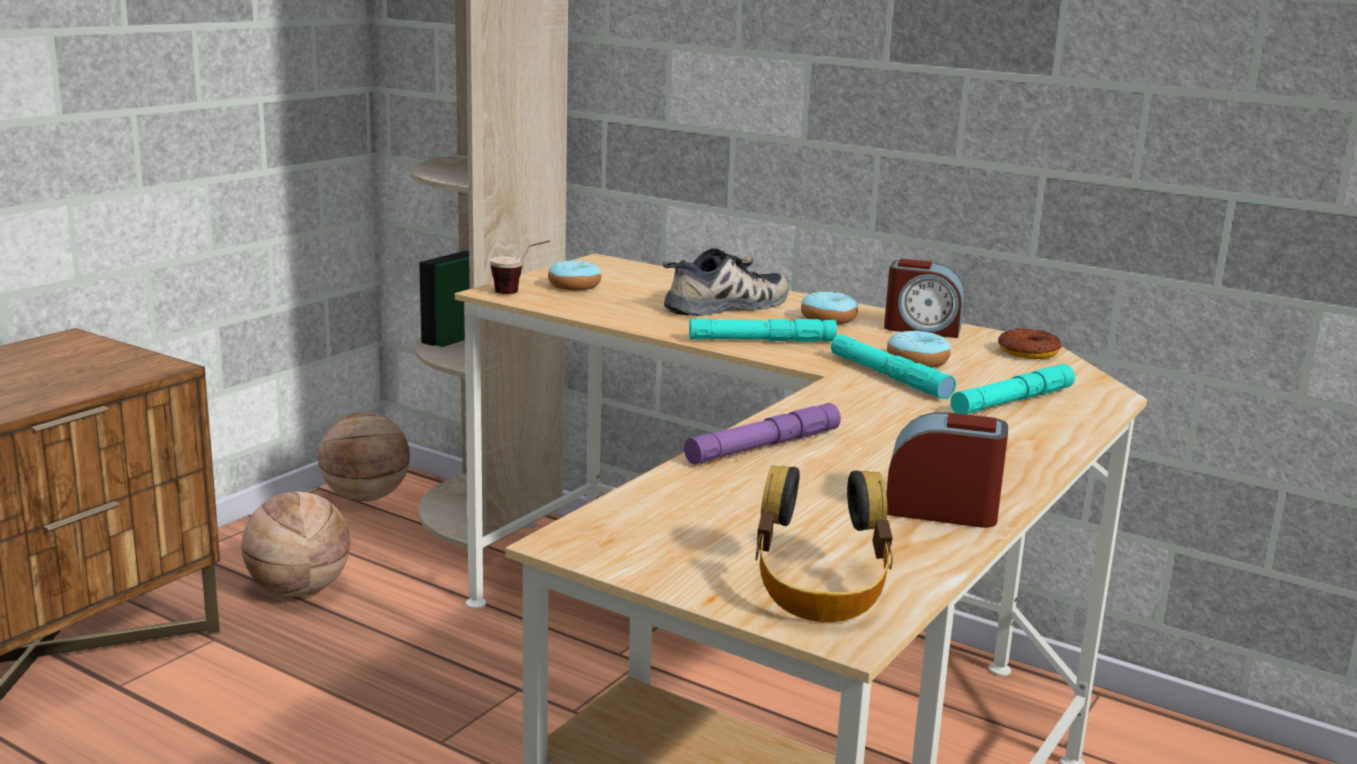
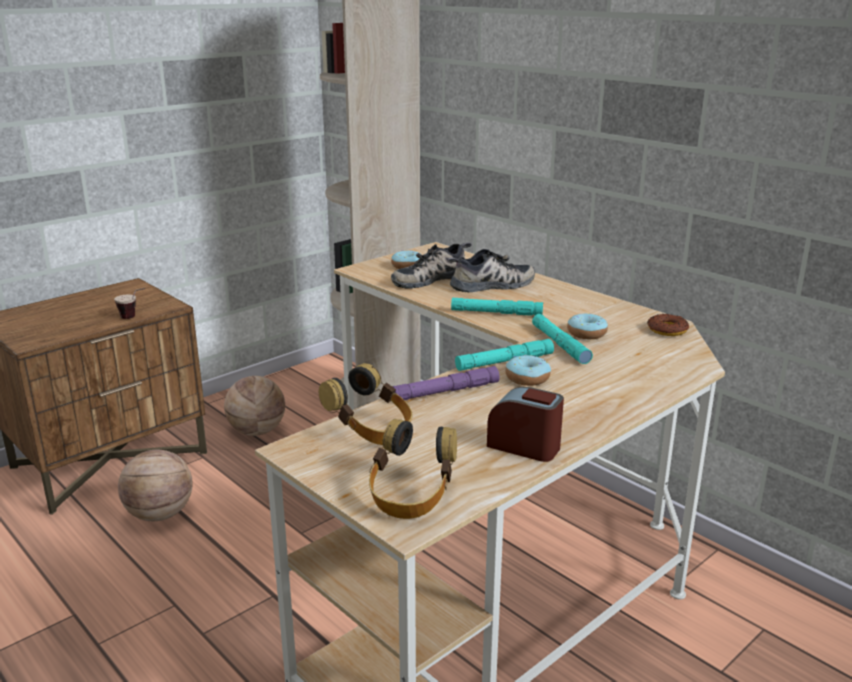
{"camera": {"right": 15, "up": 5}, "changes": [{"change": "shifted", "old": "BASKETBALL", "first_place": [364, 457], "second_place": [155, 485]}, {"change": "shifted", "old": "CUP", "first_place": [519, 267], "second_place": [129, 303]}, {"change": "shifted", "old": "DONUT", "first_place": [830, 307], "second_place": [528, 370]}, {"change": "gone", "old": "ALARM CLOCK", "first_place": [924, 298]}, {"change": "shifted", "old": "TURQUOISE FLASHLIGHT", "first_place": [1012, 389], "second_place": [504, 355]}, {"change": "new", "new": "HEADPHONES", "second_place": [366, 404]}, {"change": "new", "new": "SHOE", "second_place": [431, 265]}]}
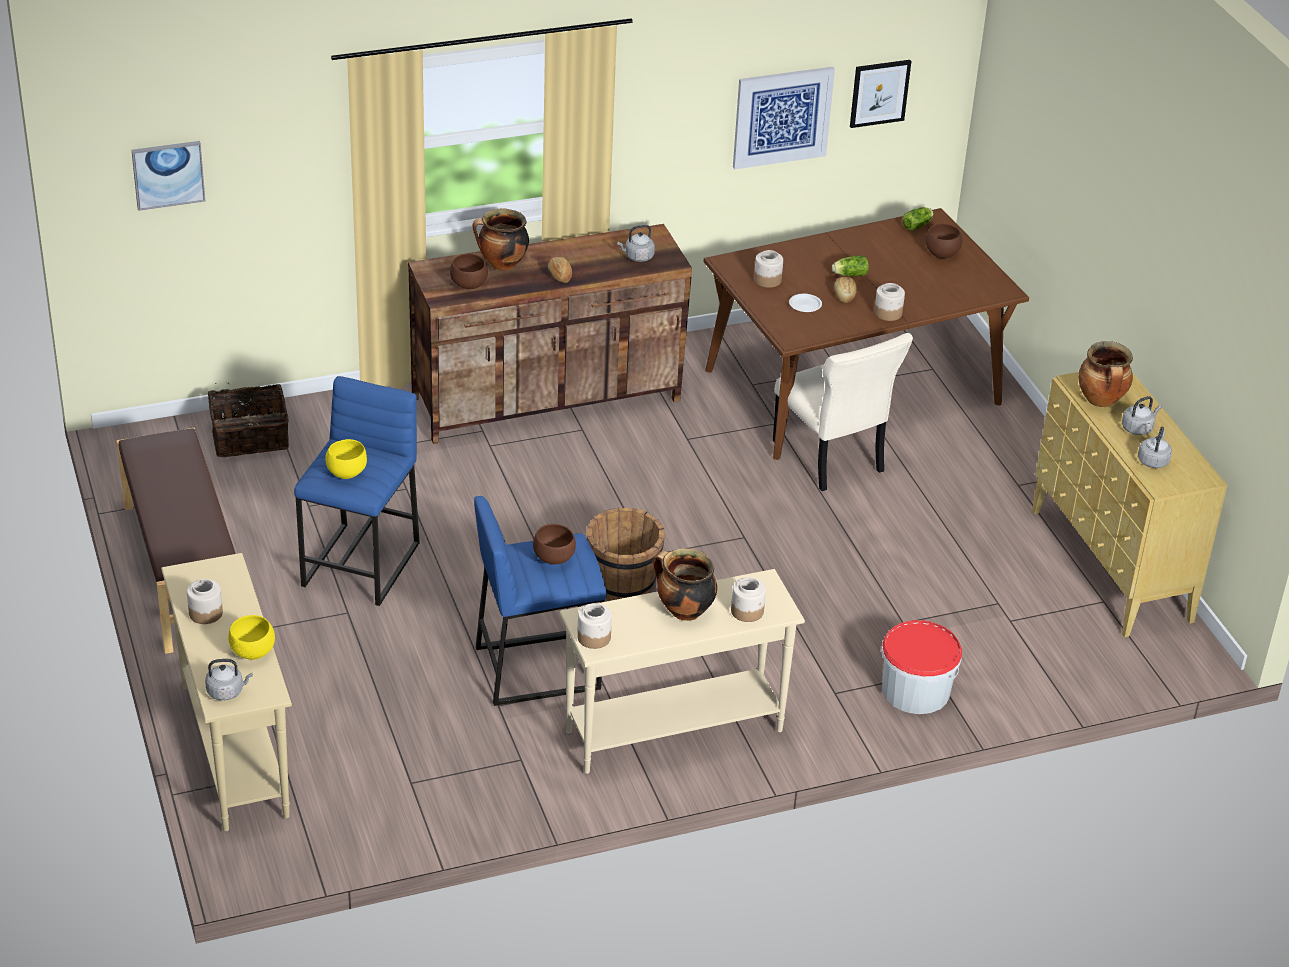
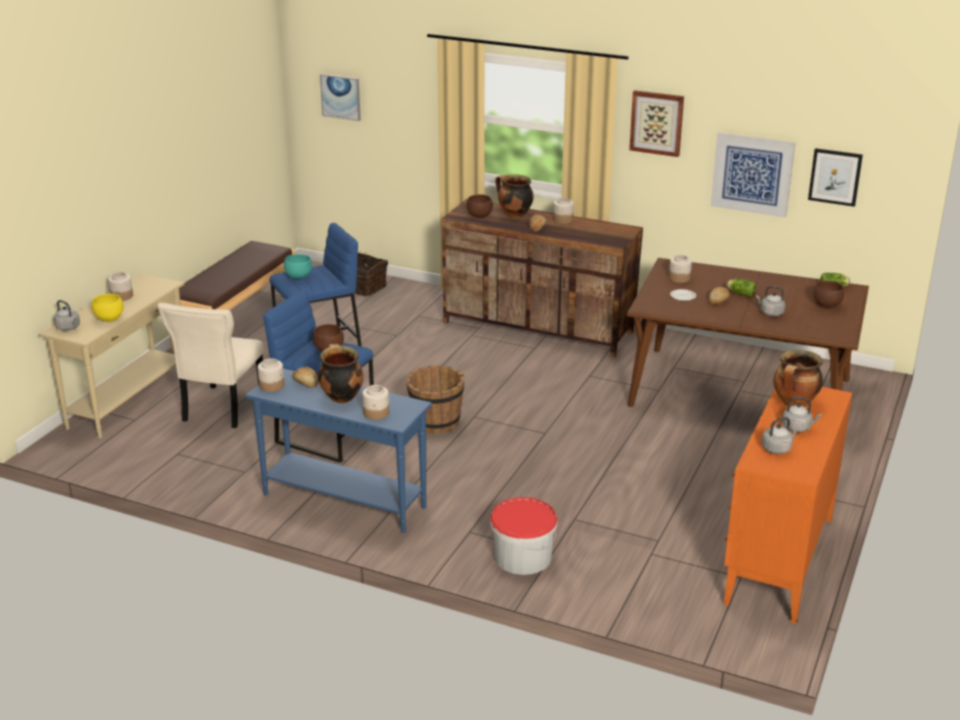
{"camera": {"right": 45, "up": -10}, "changes": [{"change": "repainted", "old": "YELLOW BOWL", "new": "TURQUOISE BOWL", "first_place": [346, 459], "second_place": [298, 266]}, {"change": "repainted", "old": "BEIGE CONSOLE TABLE", "new": "BLUE CONSOLE TABLE", "first_place": [682, 671], "second_place": [338, 451]}, {"change": "shifted", "old": "GREY KETTLE", "first_place": [636, 243], "second_place": [770, 301]}, {"change": "shifted", "old": "BEIGE CHAIR", "first_place": [843, 412], "second_place": [211, 365]}, {"change": "shifted", "old": "JAR", "first_place": [889, 302], "second_place": [563, 211]}, {"change": "repainted", "old": "BEIGE DRESSER", "new": "ORANGE DRESSER", "first_place": [1129, 504], "second_place": [788, 505]}, {"change": "new", "new": "BREAD", "second_place": [305, 377]}, {"change": "new", "new": "PICTURE", "second_place": [656, 123]}]}
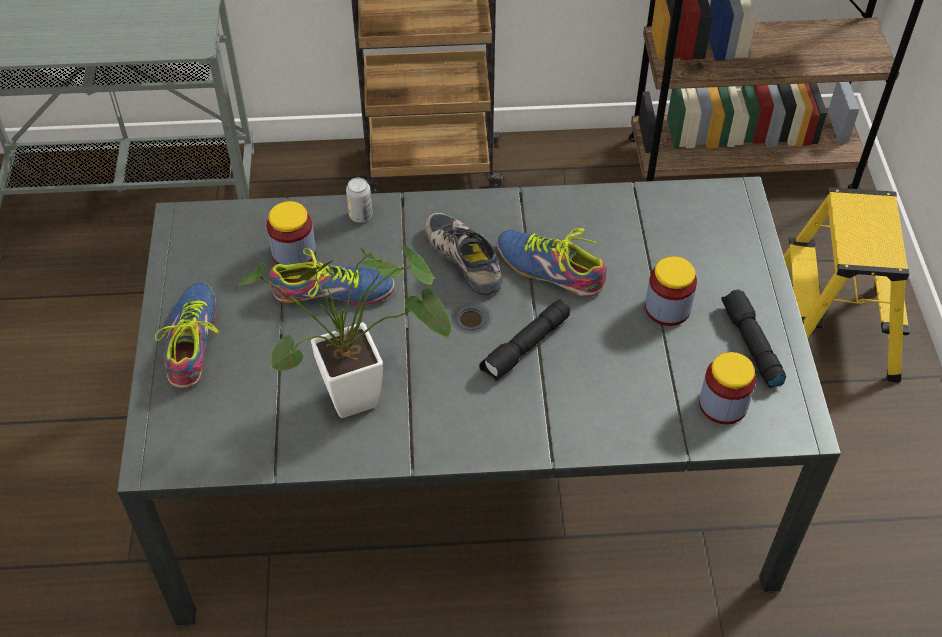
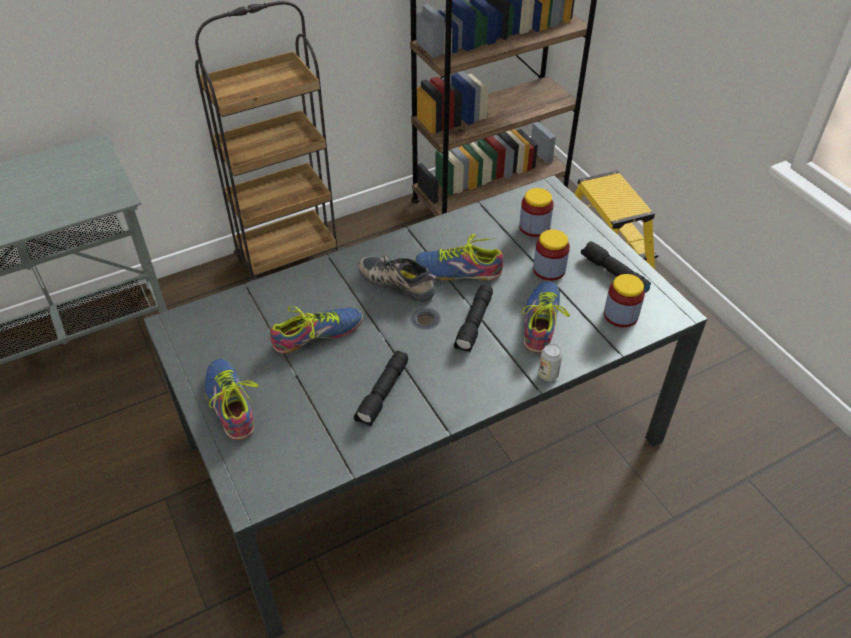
{"camera": {"right": -25, "up": -5}, "changes": [{"change": "swapped", "old": "POTTED PLANT", "new": "BLACK FLASHLIGHT", "first_place": [342, 332], "second_place": [381, 389]}, {"change": "shifted", "old": "JAR", "first_place": [291, 233], "second_place": [536, 212]}, {"change": "shifted", "old": "CAN", "first_place": [359, 200], "second_place": [550, 362]}, {"change": "new", "new": "SHOE", "second_place": [546, 317]}]}
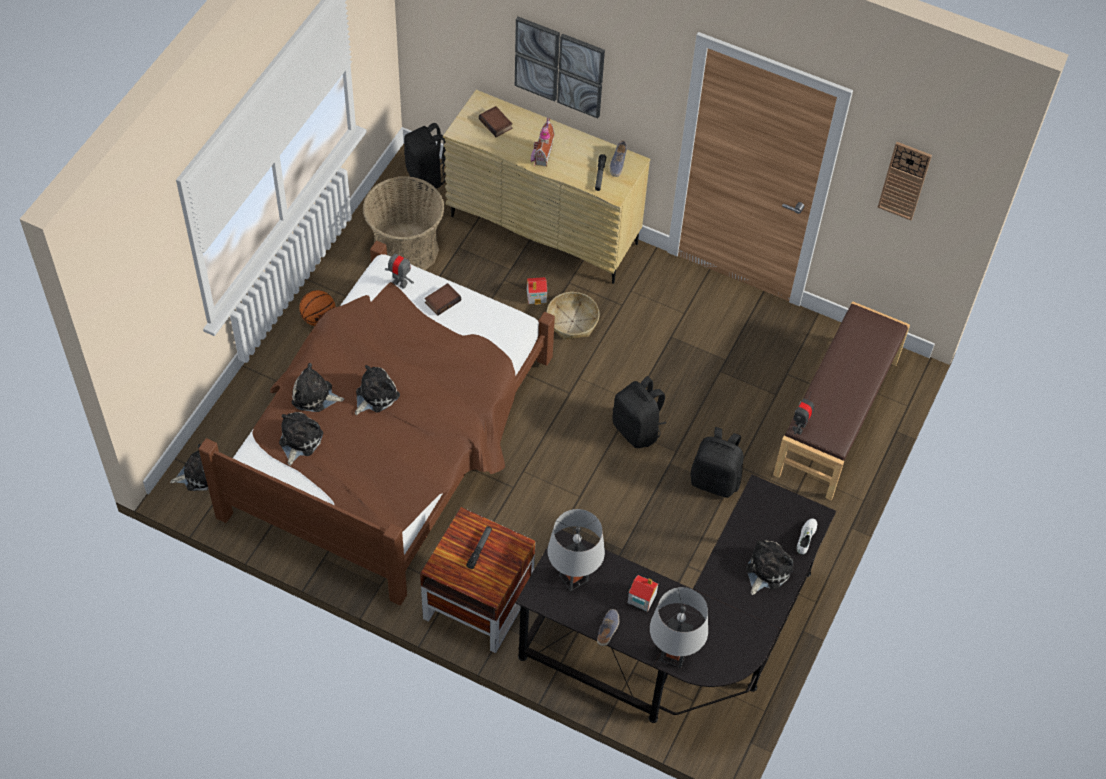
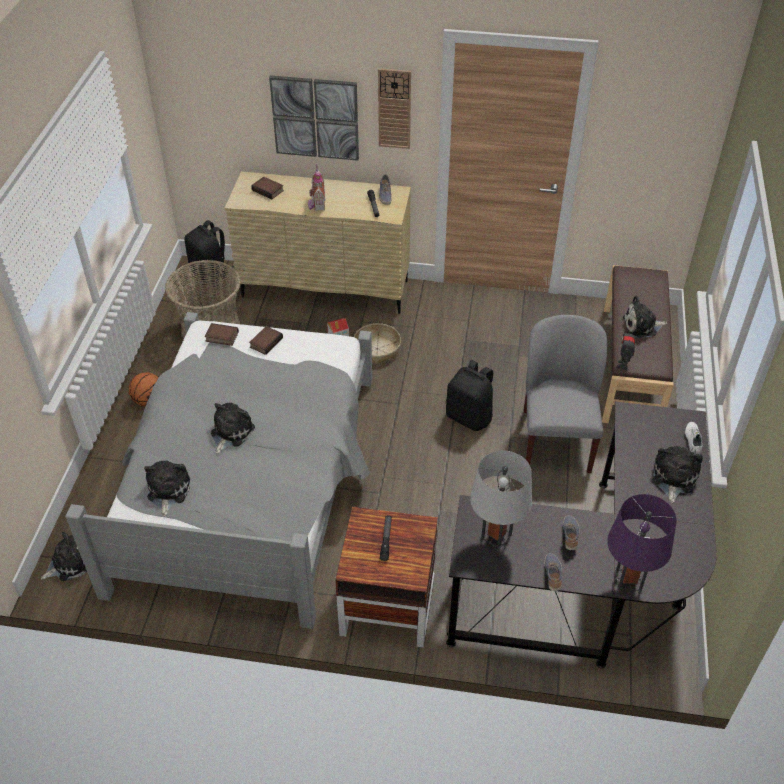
{"camera": {"right": -15, "up": -10}, "changes": [{"change": "repainted", "old": "BROWN BED", "new": "GREY BED", "first_place": [376, 423], "second_place": [218, 470]}, {"change": "shifted", "old": "PLUSH TOY", "first_place": [318, 387], "second_place": [645, 316]}, {"change": "swapped", "old": "TOY ROBOT", "new": "BOOK", "first_place": [399, 269], "second_place": [222, 334]}, {"change": "swapped", "old": "TOY HOUSE", "new": "SHOE", "first_place": [643, 593], "second_place": [571, 532]}, {"change": "repainted", "old": "GREY TABLE LAMP", "new": "PURPLE TABLE LAMP", "first_place": [679, 627], "second_place": [642, 542]}, {"change": "swapped", "old": "BLACK BACKPACK", "new": "GREY CHAIR", "first_place": [717, 462], "second_place": [565, 394]}, {"change": "shifted", "old": "WALL CLOCK", "first_place": [905, 181], "second_place": [394, 108]}]}
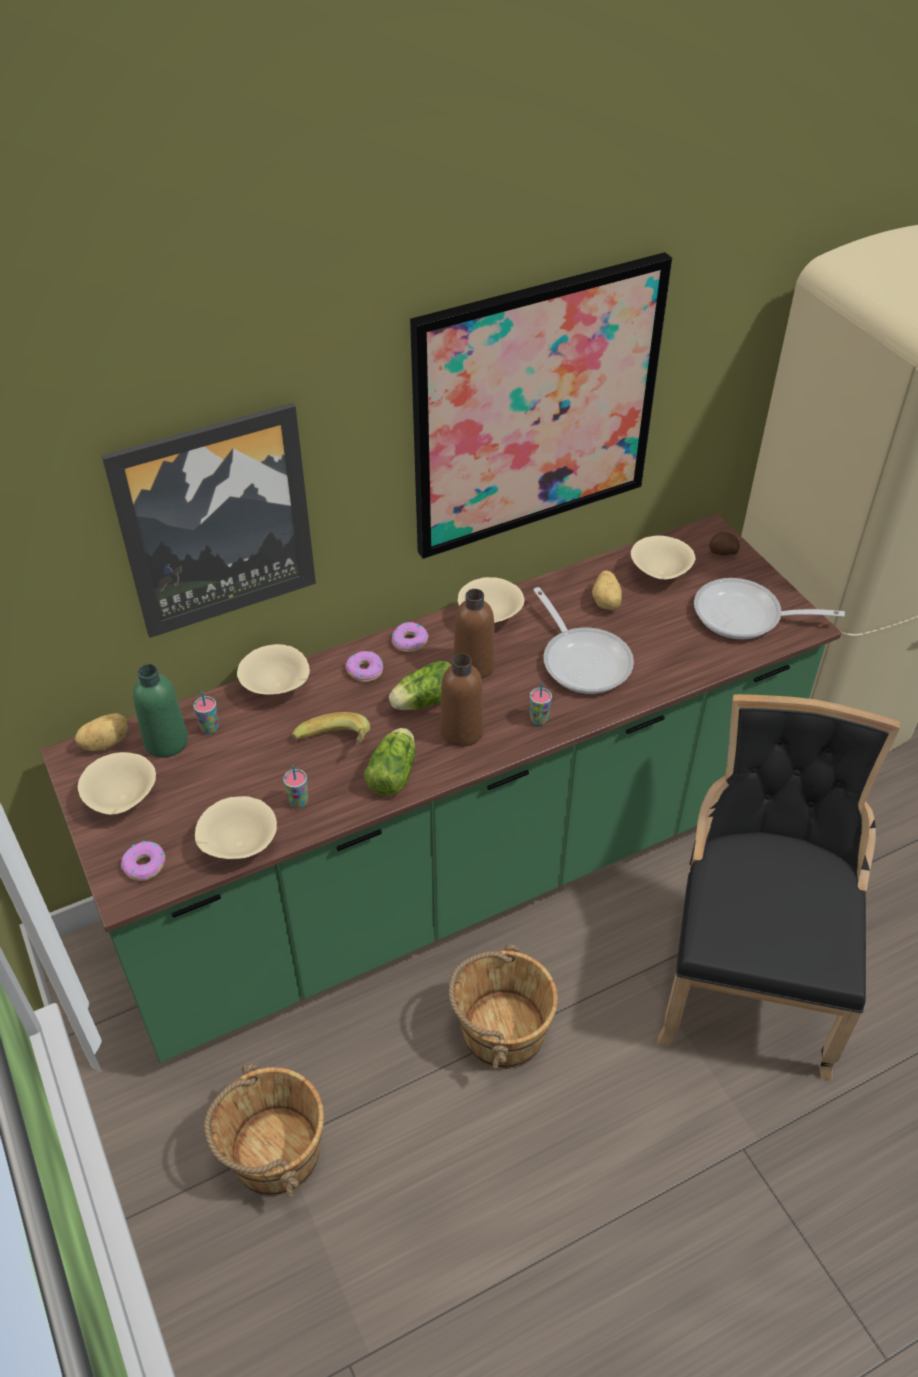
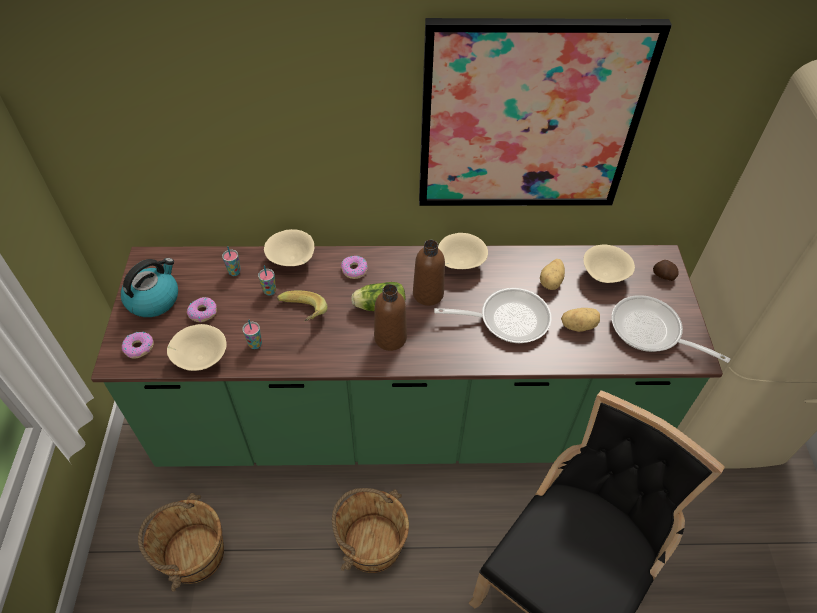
{"camera": {"right": 25, "up": 5}, "changes": [{"change": "shifted", "old": "POTATO", "first_place": [101, 732], "second_place": [580, 320]}, {"change": "swapped", "old": "BEIGE BOWL", "new": "KETTLE", "first_place": [117, 783], "second_place": [149, 287]}, {"change": "gone", "old": "PICTURE", "first_place": [209, 520]}, {"change": "gone", "old": "GREEN BOTTLE", "first_place": [160, 711]}, {"change": "gone", "old": "LETTUCE", "first_place": [390, 762]}, {"change": "shifted", "old": "DONUT", "first_place": [410, 637], "second_place": [202, 309]}, {"change": "shifted", "old": "CUP", "first_place": [541, 704], "second_place": [267, 280]}, {"change": "rotated", "old": "FRYING PAN", "first_place": [583, 640], "second_place": [493, 315], "degrees": -90}]}
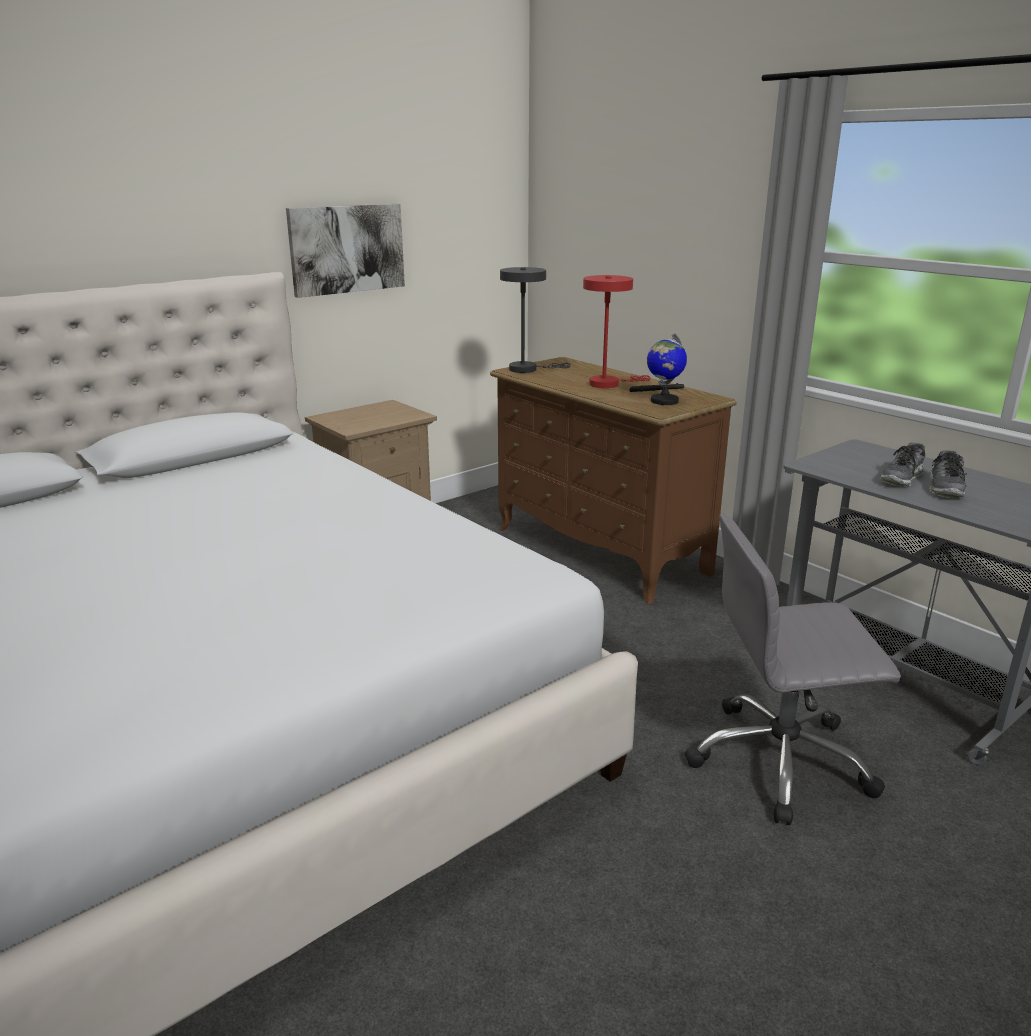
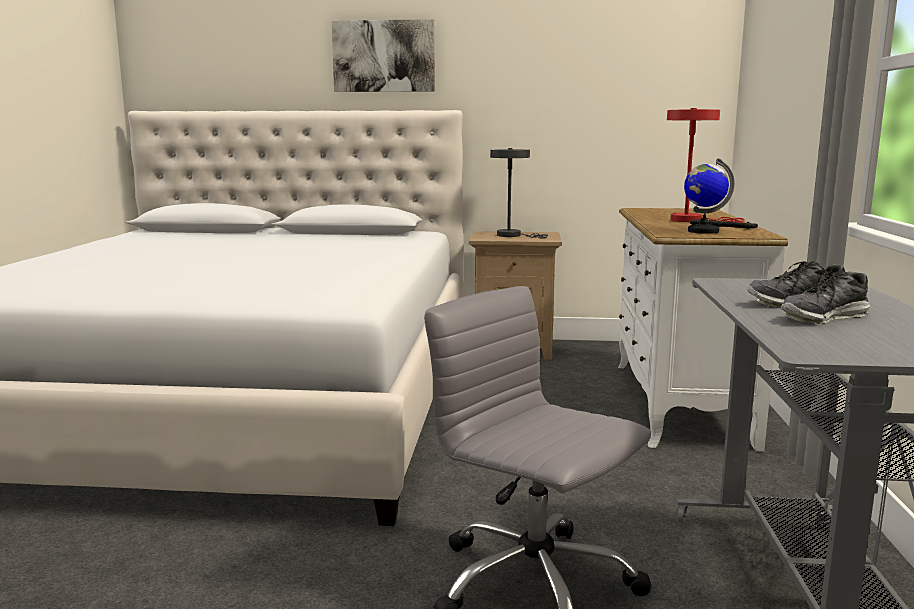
{"camera": {"right": 45, "up": -10}, "changes": [{"change": "shifted", "old": "PICTURE", "first_place": [345, 251], "second_place": [383, 55]}, {"change": "repainted", "old": "BROWN DRESSER", "new": "WHITE DRESSER", "first_place": [613, 480], "second_place": [703, 330]}, {"change": "shifted", "old": "GREY TABLE LAMP", "first_place": [535, 320], "second_place": [519, 193]}]}
